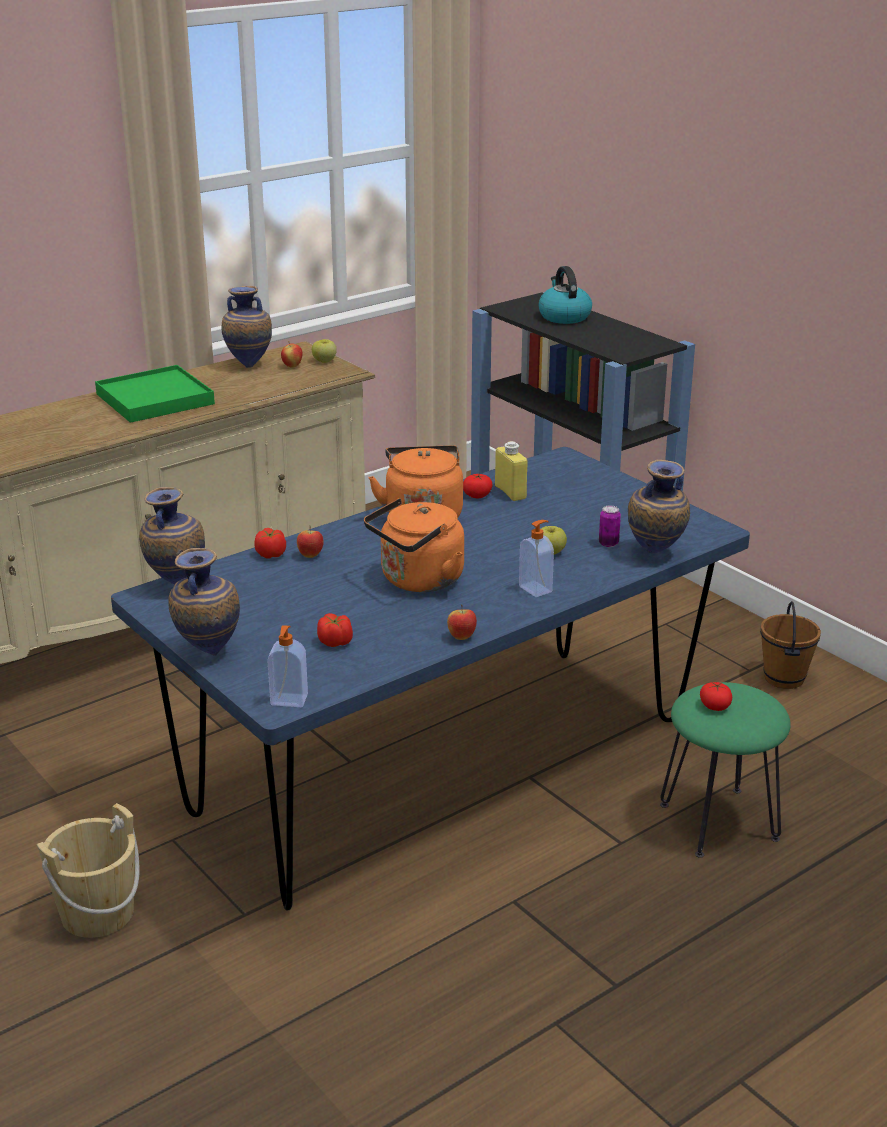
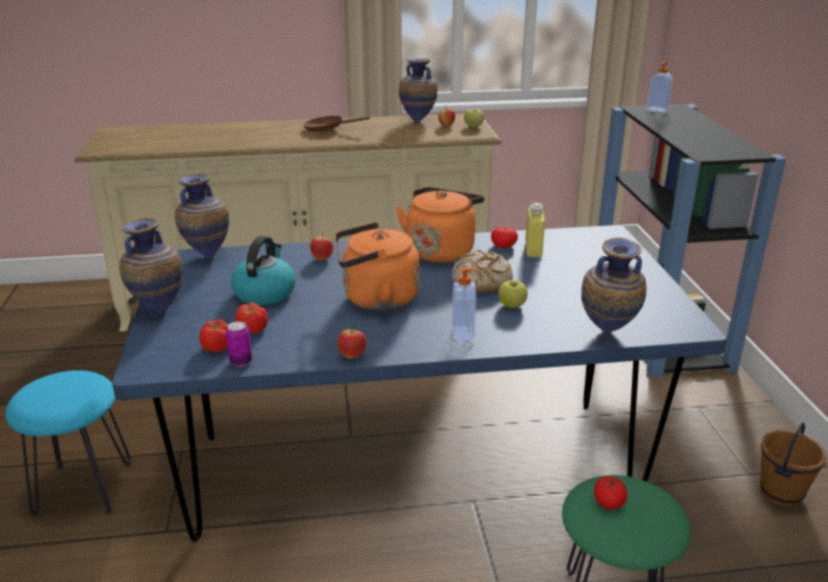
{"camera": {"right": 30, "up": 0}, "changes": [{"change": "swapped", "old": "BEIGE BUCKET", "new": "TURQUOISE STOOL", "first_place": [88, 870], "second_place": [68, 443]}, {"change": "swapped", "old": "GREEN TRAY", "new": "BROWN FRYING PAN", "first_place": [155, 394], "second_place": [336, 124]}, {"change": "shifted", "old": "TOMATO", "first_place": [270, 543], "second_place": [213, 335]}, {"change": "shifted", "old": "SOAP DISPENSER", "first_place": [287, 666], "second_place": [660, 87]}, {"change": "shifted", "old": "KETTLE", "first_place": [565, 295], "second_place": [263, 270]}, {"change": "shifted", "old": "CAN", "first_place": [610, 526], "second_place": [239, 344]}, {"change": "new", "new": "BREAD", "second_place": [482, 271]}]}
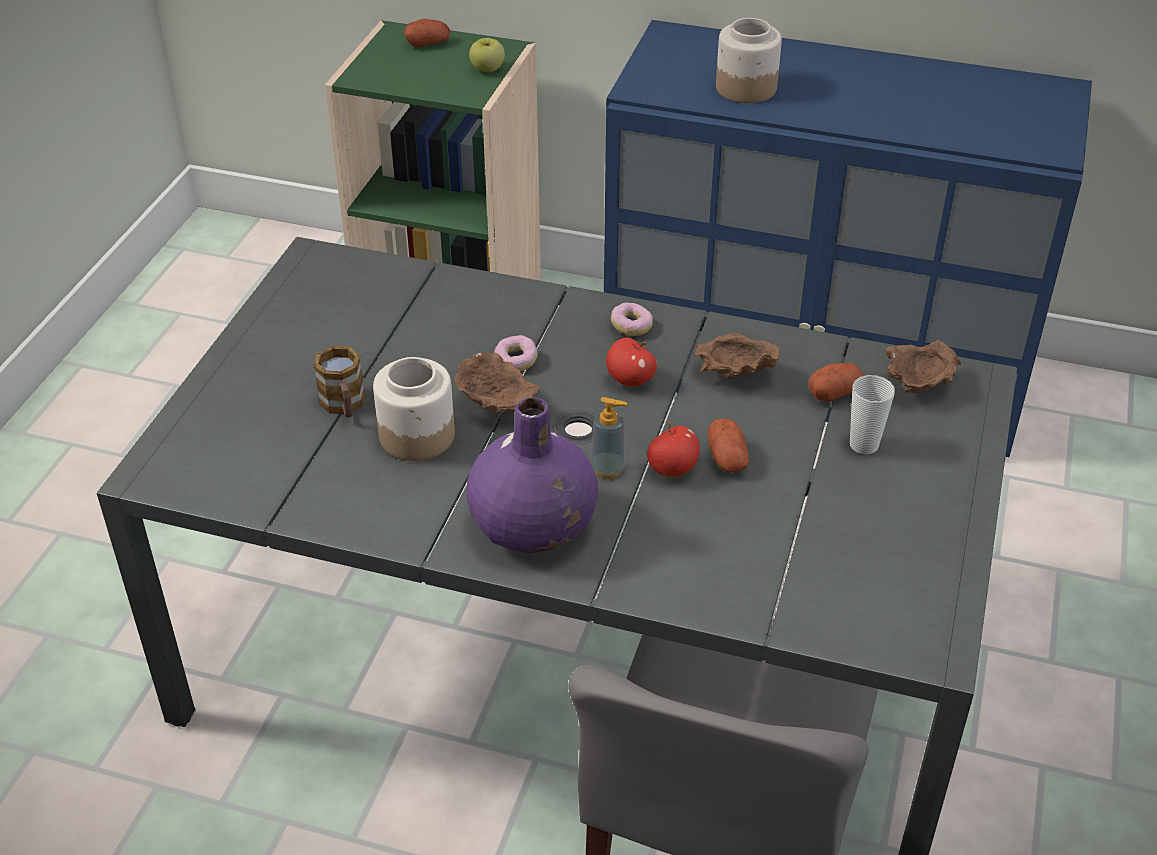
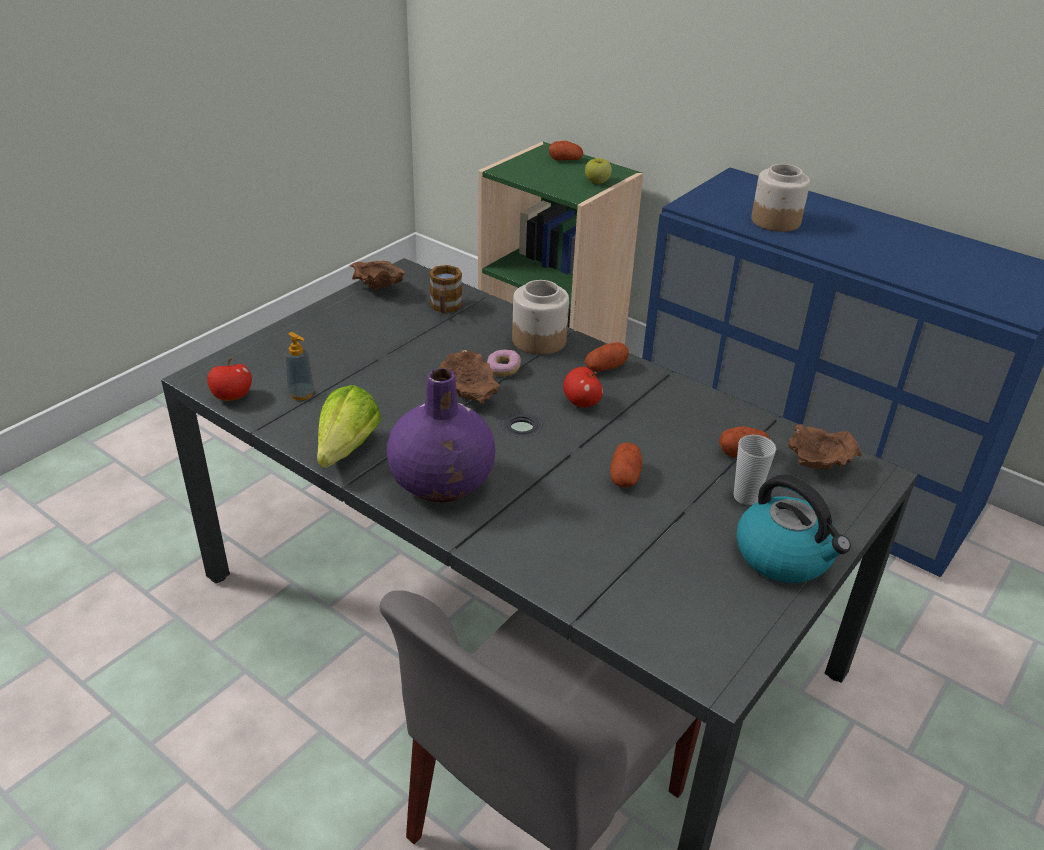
{"camera": {"right": 20, "up": -5}, "changes": [{"change": "shifted", "old": "MUG", "first_place": [339, 381], "second_place": [445, 289]}, {"change": "shifted", "old": "JAR", "first_place": [414, 409], "second_place": [540, 317]}, {"change": "shifted", "old": "SOAP DISPENSER", "first_place": [609, 437], "second_place": [299, 366]}, {"change": "swapped", "old": "DONUT", "new": "POTATO", "first_place": [632, 319], "second_place": [606, 356]}, {"change": "shifted", "old": "APPLE", "first_place": [673, 449], "second_place": [229, 379]}, {"change": "shifted", "old": "BROWN BOWL", "first_place": [737, 356], "second_place": [377, 275]}, {"change": "new", "new": "LETTUCE", "second_place": [349, 426]}, {"change": "new", "new": "KETTLE", "second_place": [794, 529]}]}
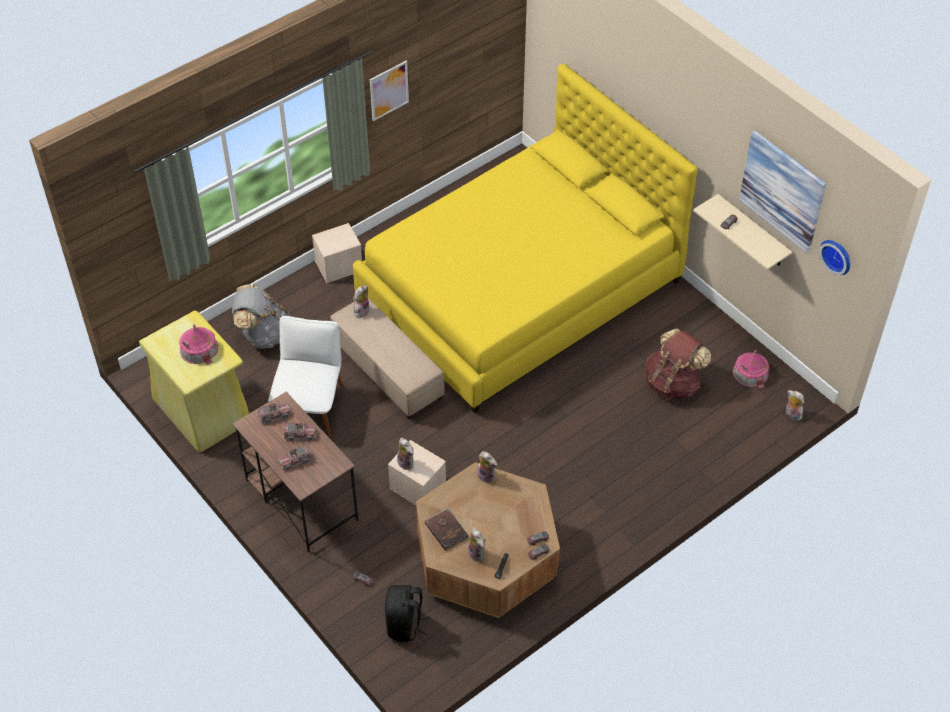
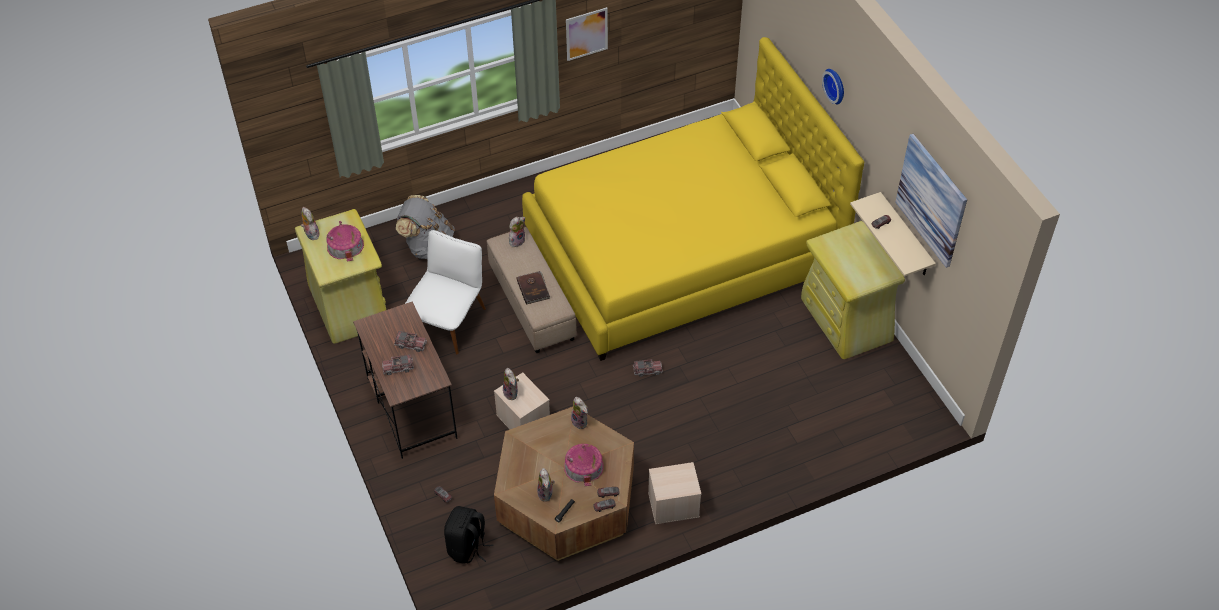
{"camera": {"right": 15, "up": 0}, "changes": [{"change": "shifted", "old": "TOY TRUCK", "first_place": [274, 413], "second_place": [648, 368]}, {"change": "shifted", "old": "BEIGE STORAGE BOX", "first_place": [337, 253], "second_place": [674, 493]}, {"change": "shifted", "old": "BROWN BOOK", "first_place": [447, 529], "second_place": [533, 288]}, {"change": "gone", "old": "BROWN BACKPACK", "first_place": [678, 364]}, {"change": "shifted", "old": "TOY HOUSE", "first_place": [751, 369], "second_place": [584, 465]}, {"change": "shifted", "old": "PLUSH TOY", "first_place": [795, 405], "second_place": [310, 223]}, {"change": "shifted", "old": "WALL CLOCK", "first_place": [834, 257], "second_place": [833, 87]}, {"change": "new", "new": "YELLOW NIGHTSTAND", "second_place": [853, 290]}]}
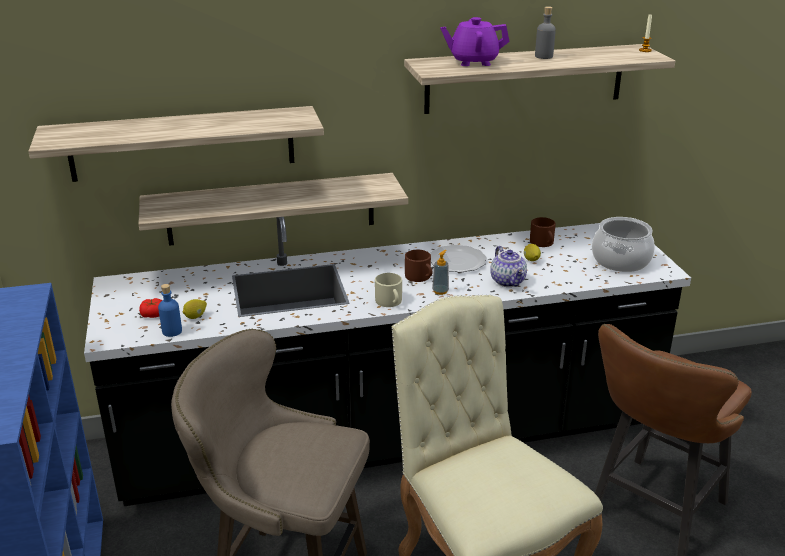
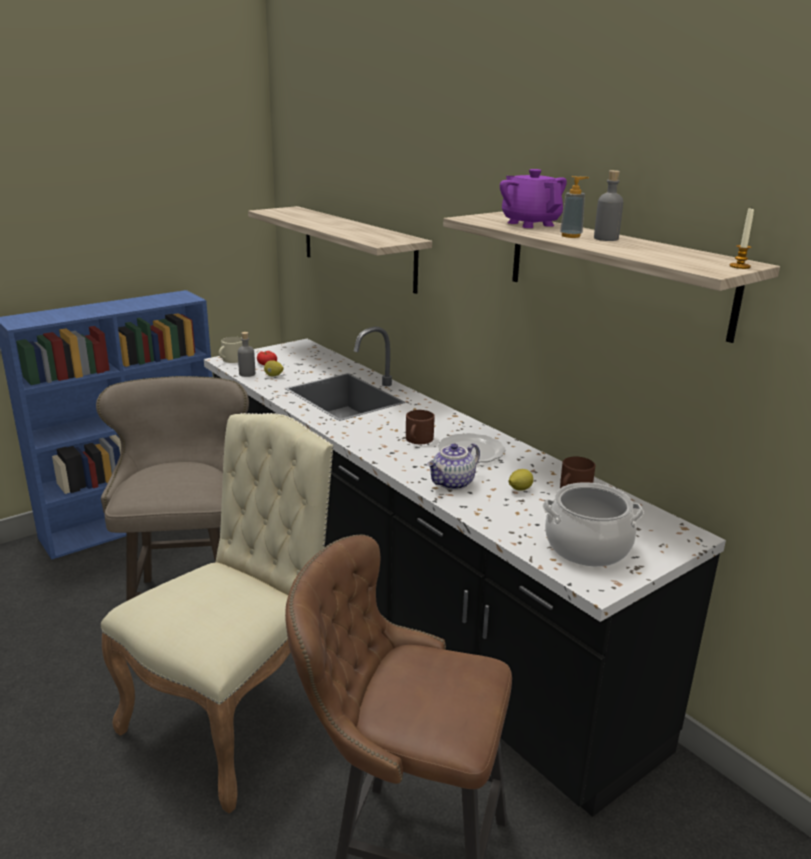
{"camera": {"right": 65, "up": -5}, "changes": [{"change": "gone", "old": "SHELF", "first_place": [273, 209]}, {"change": "repainted", "old": "BLUE BOTTLE", "new": "GREY BOTTLE", "first_place": [170, 310], "second_place": [246, 354]}, {"change": "shifted", "old": "BEIGE MUG", "first_place": [388, 290], "second_place": [231, 350]}, {"change": "shifted", "old": "SOAP DISPENSER", "first_place": [440, 272], "second_place": [574, 207]}]}
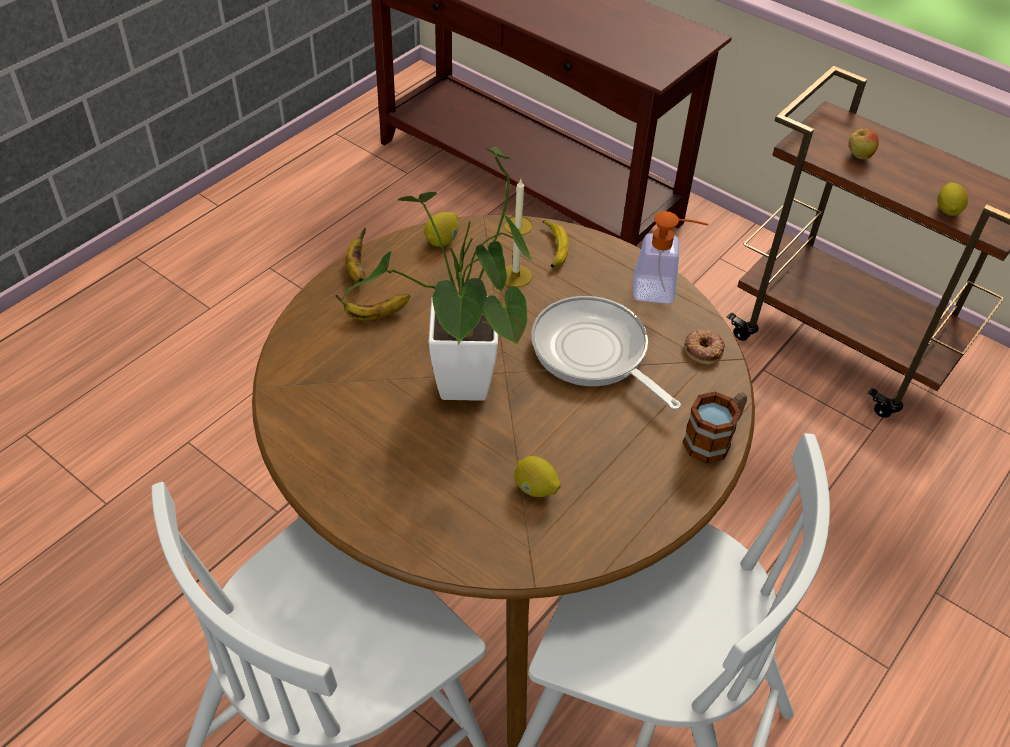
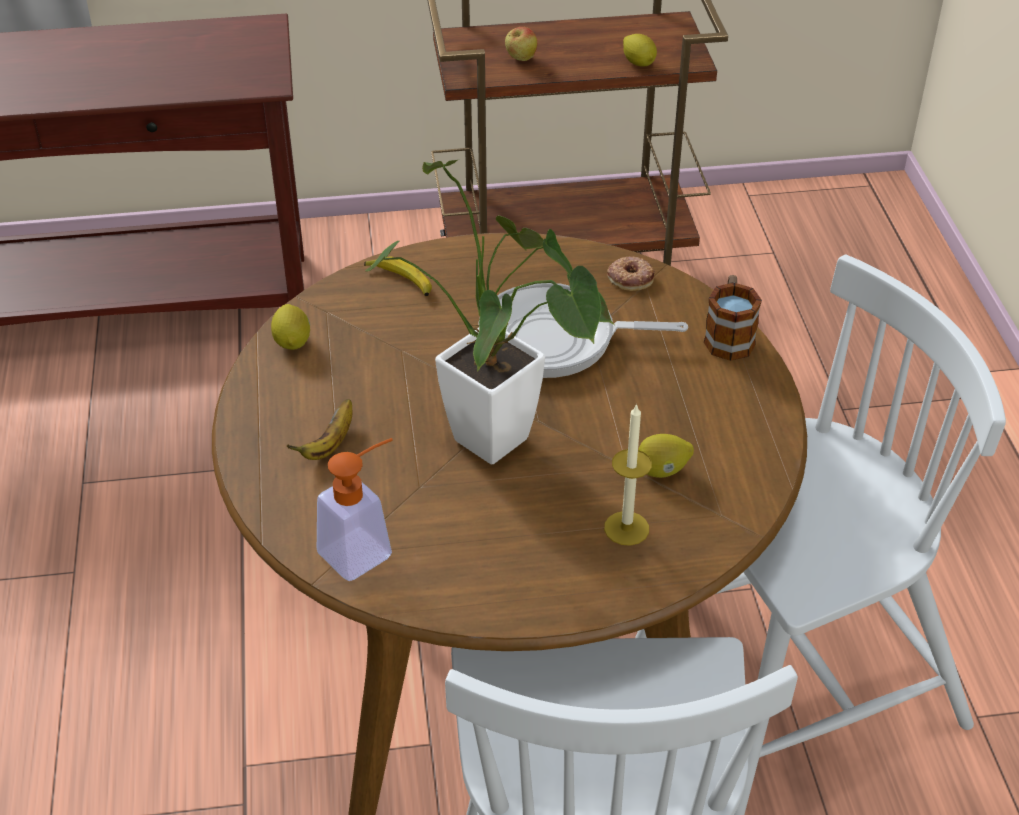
{"camera": {"right": -45, "up": -5}, "changes": [{"change": "gone", "old": "BANANA", "first_place": [356, 255]}, {"change": "shifted", "old": "CANDLE", "first_place": [518, 233], "second_place": [628, 474]}, {"change": "shifted", "old": "SOAP DISPENSER", "first_place": [670, 257], "second_place": [355, 509]}]}
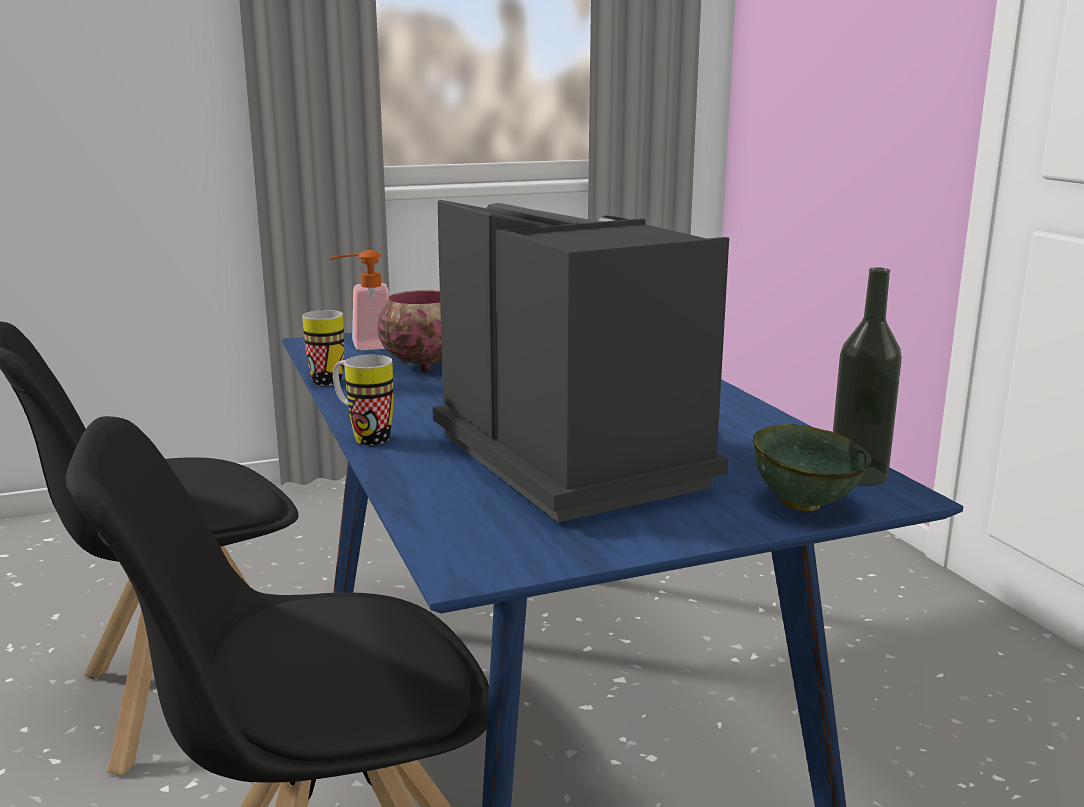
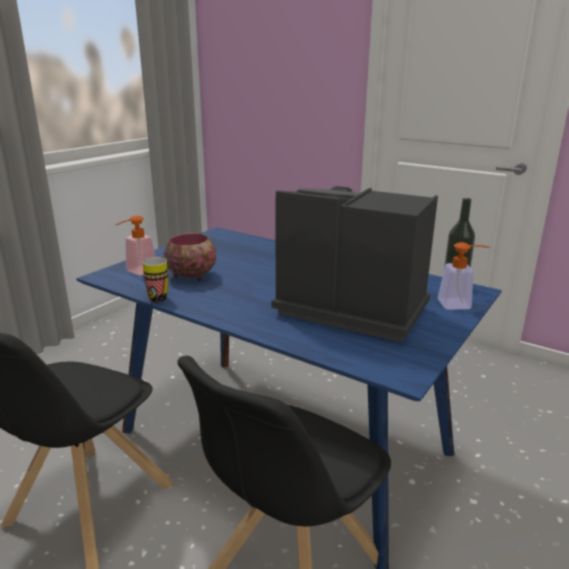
{"camera": {"right": -35, "up": 5}, "changes": [{"change": "gone", "old": "MUG", "first_place": [363, 400]}, {"change": "swapped", "old": "GREEN BOWL", "new": "SOAP DISPENSER", "first_place": [812, 467], "second_place": [464, 276]}]}
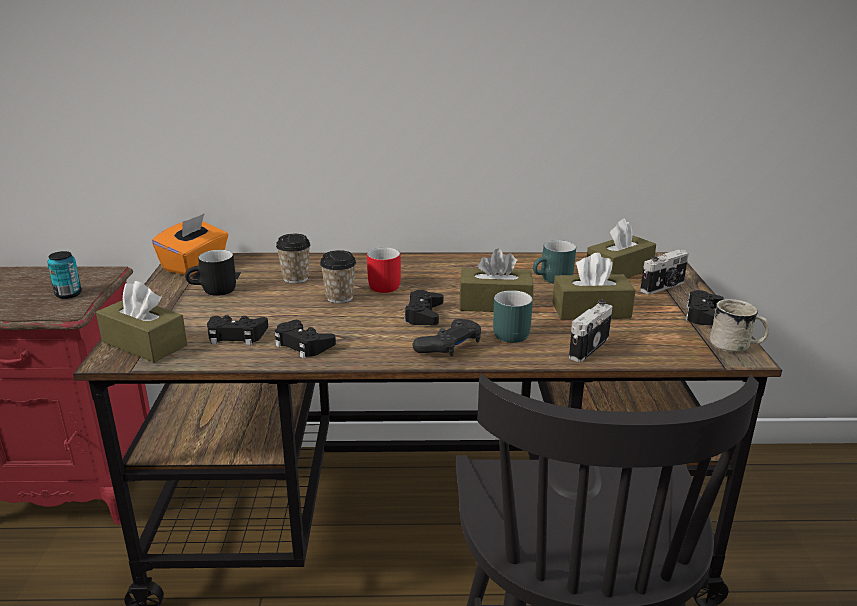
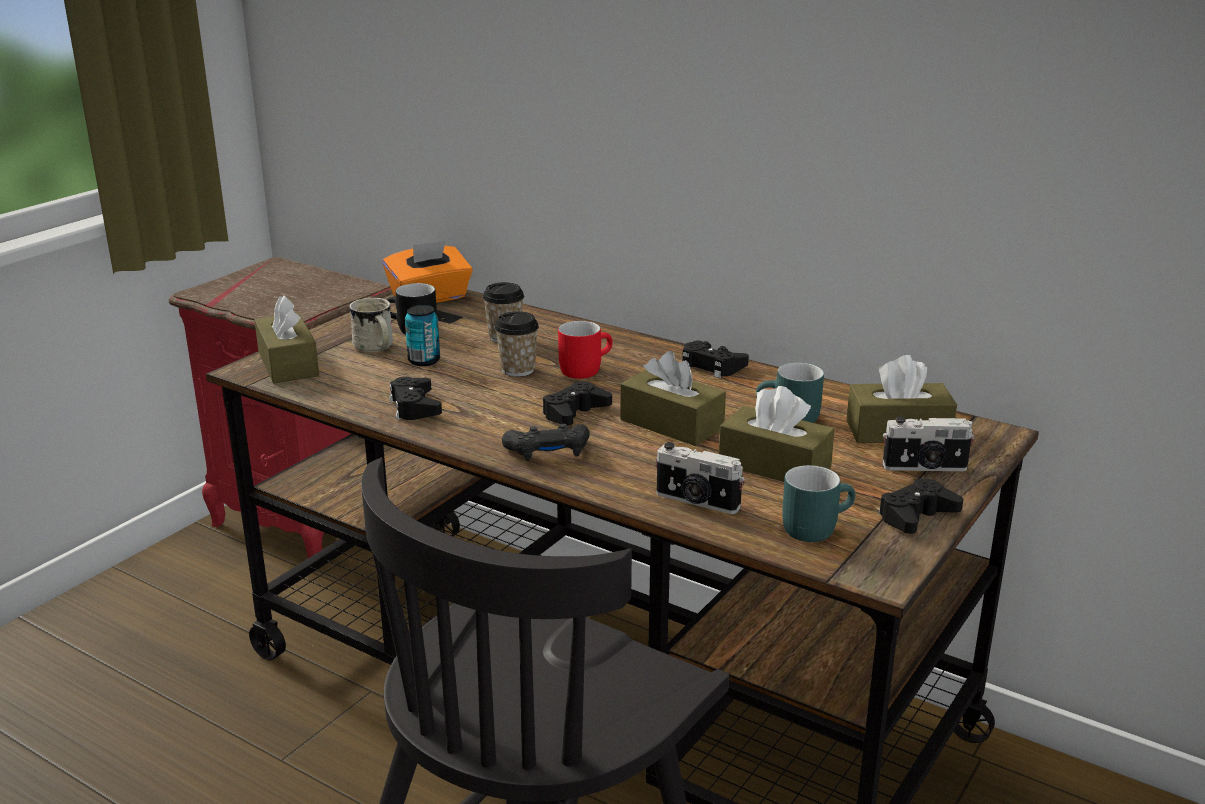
{"camera": {"right": 35, "up": 0}, "changes": [{"change": "shifted", "old": "CAN", "first_place": [64, 275], "second_place": [422, 335]}, {"change": "shifted", "old": "BLACK GAME CONTROLLER", "first_place": [237, 330], "second_place": [715, 359]}, {"change": "shifted", "old": "TURQUOISE MUG", "first_place": [513, 316], "second_place": [818, 503]}, {"change": "rotated", "old": "PHOTO CAMERA", "first_place": [591, 331], "second_place": [700, 478], "degrees": -135}, {"change": "shifted", "old": "WHITE MUG", "first_place": [739, 326], "second_place": [371, 325]}]}
